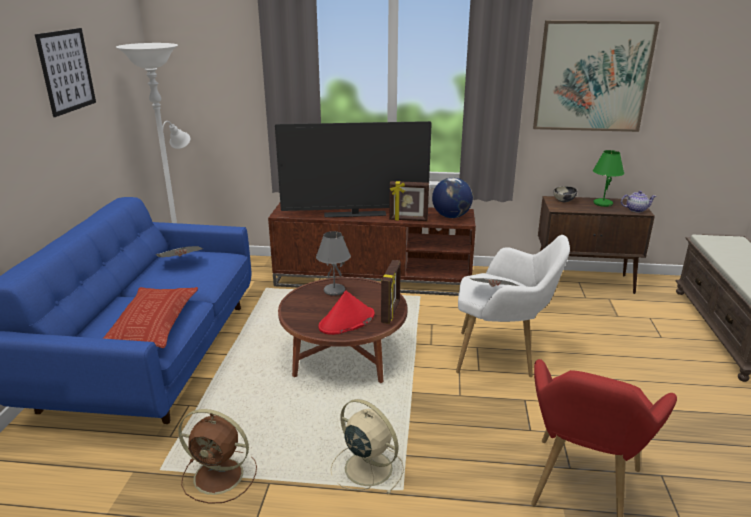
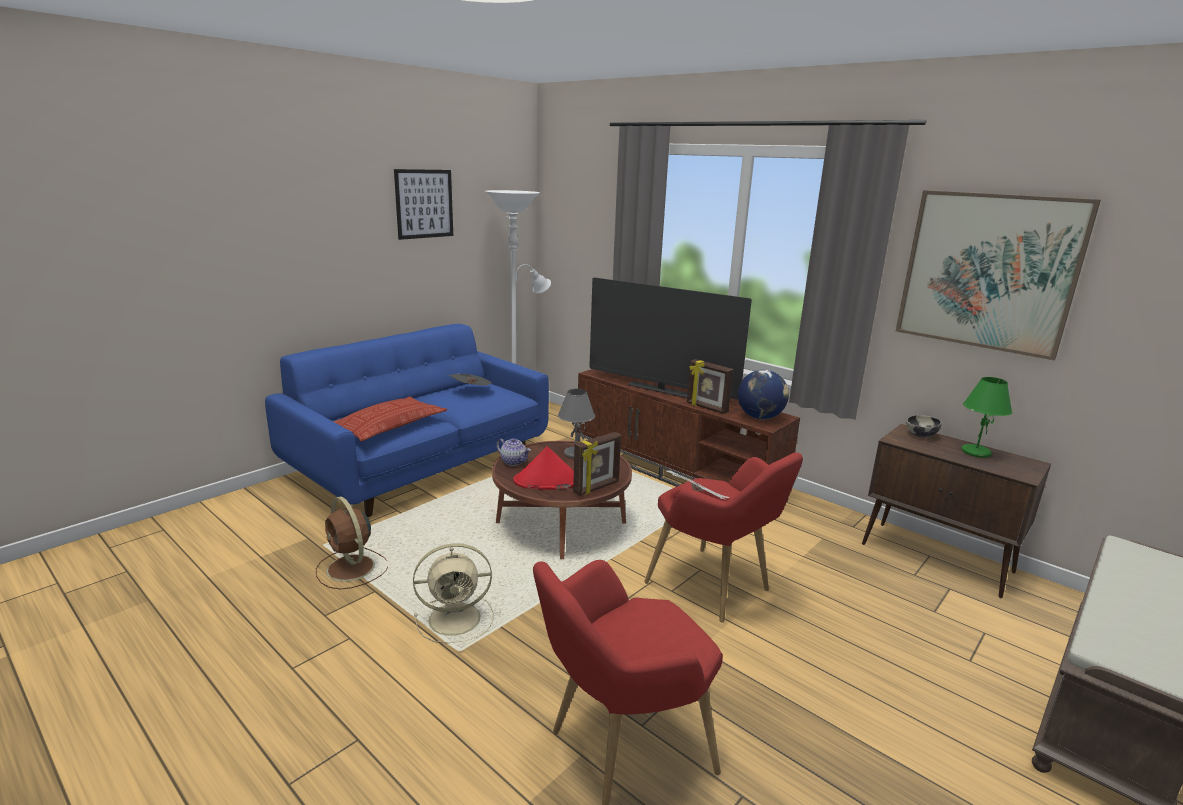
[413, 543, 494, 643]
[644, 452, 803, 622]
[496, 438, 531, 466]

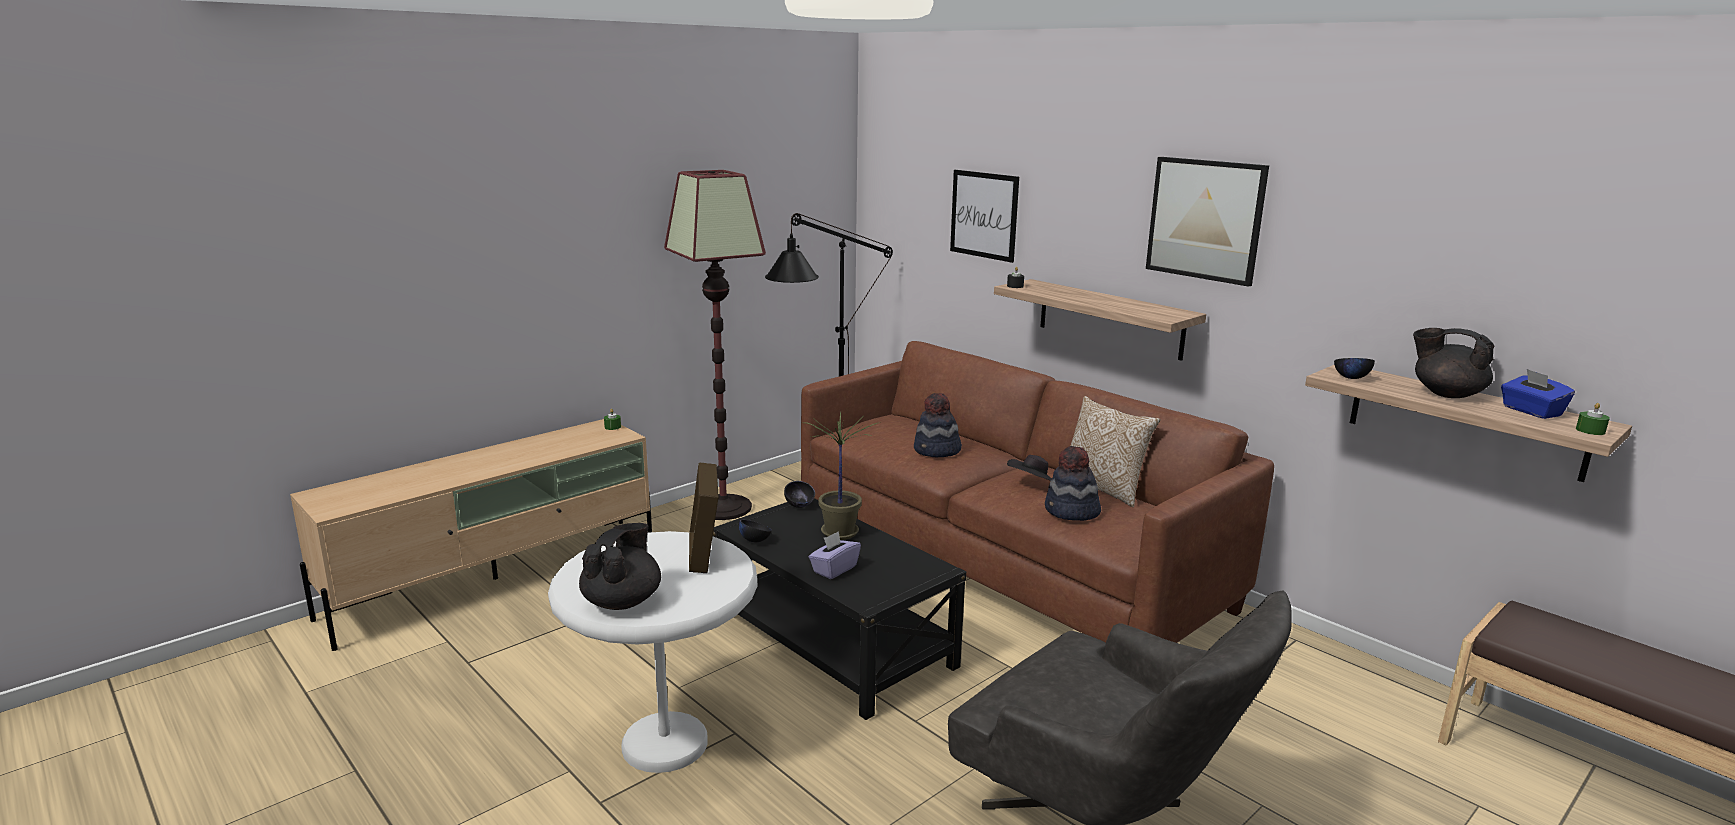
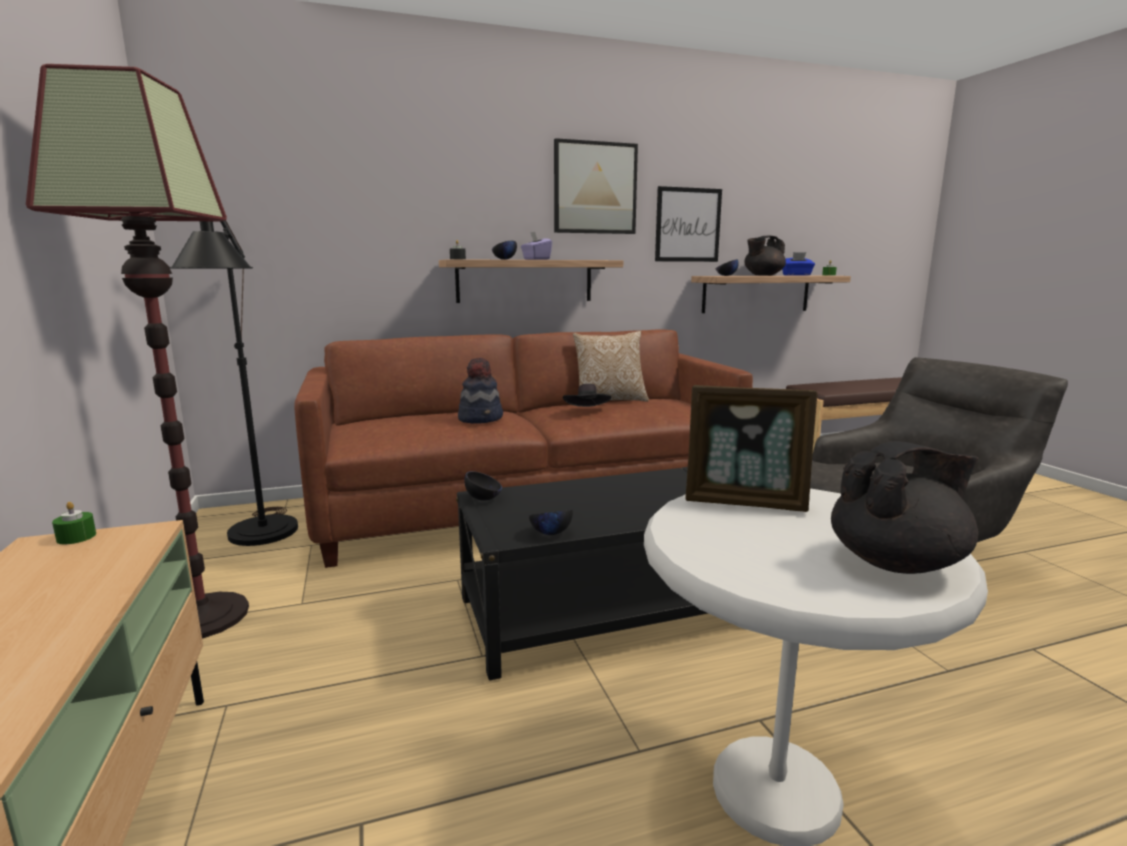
[831, 441, 978, 574]
[807, 412, 877, 540] (first image)
[521, 232, 552, 260]
[655, 186, 722, 262]
[1045, 446, 1101, 521] (first image)
[492, 241, 517, 260]

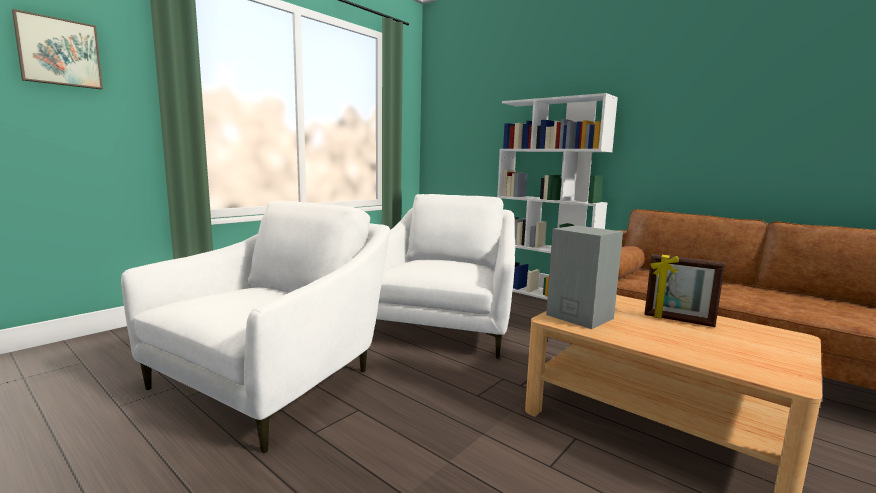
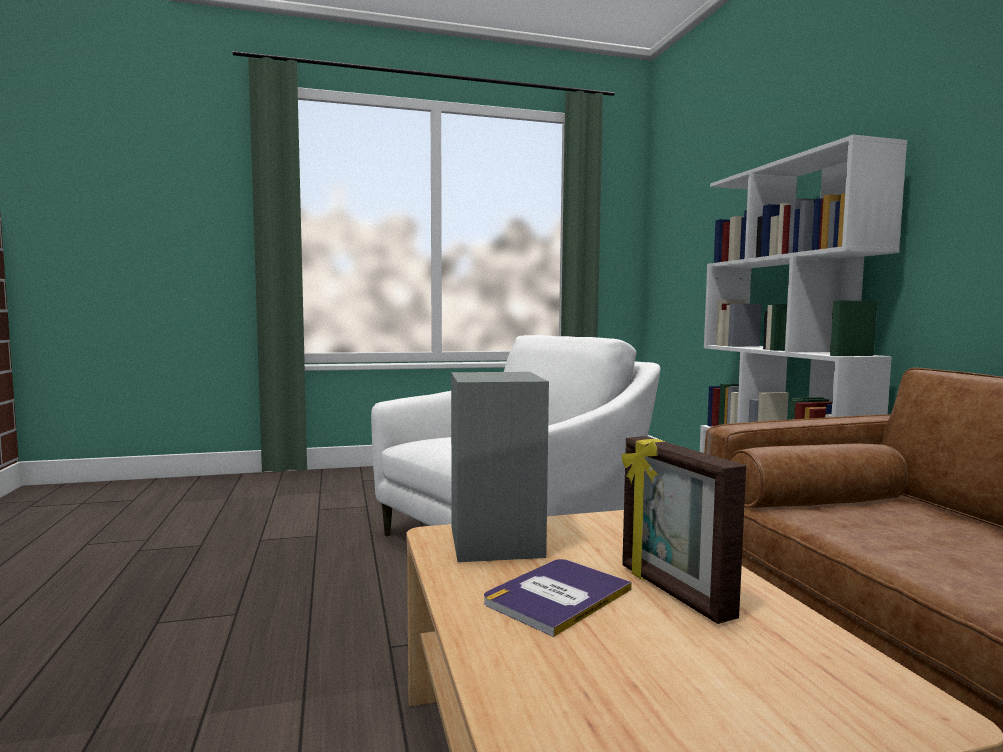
[12, 9, 103, 89] (first image)
[121, 201, 390, 453] (first image)
[484, 559, 632, 637]

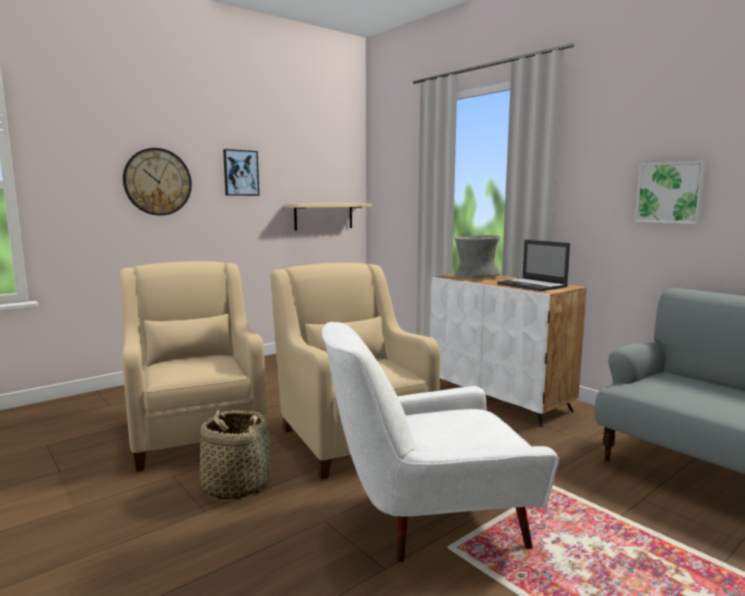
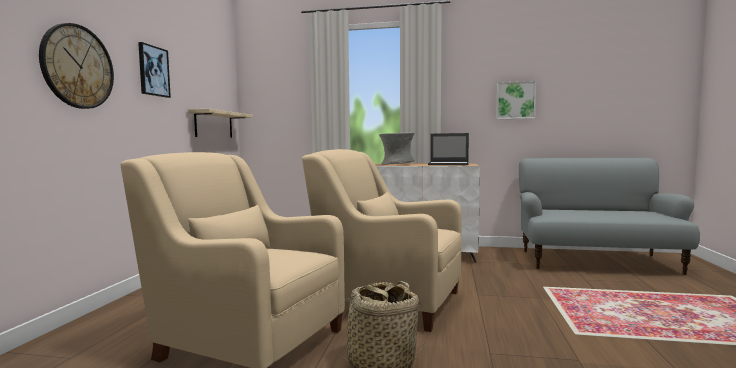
[322, 322, 559, 562] (first image)

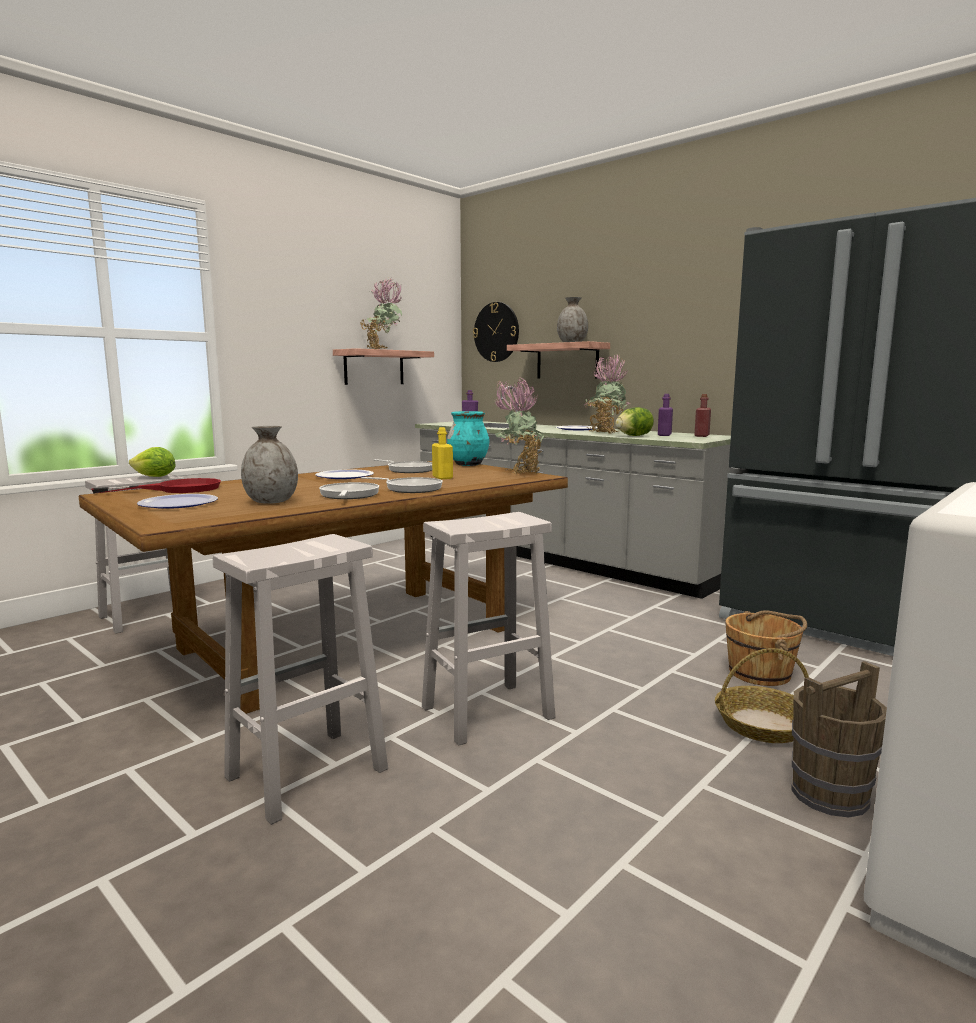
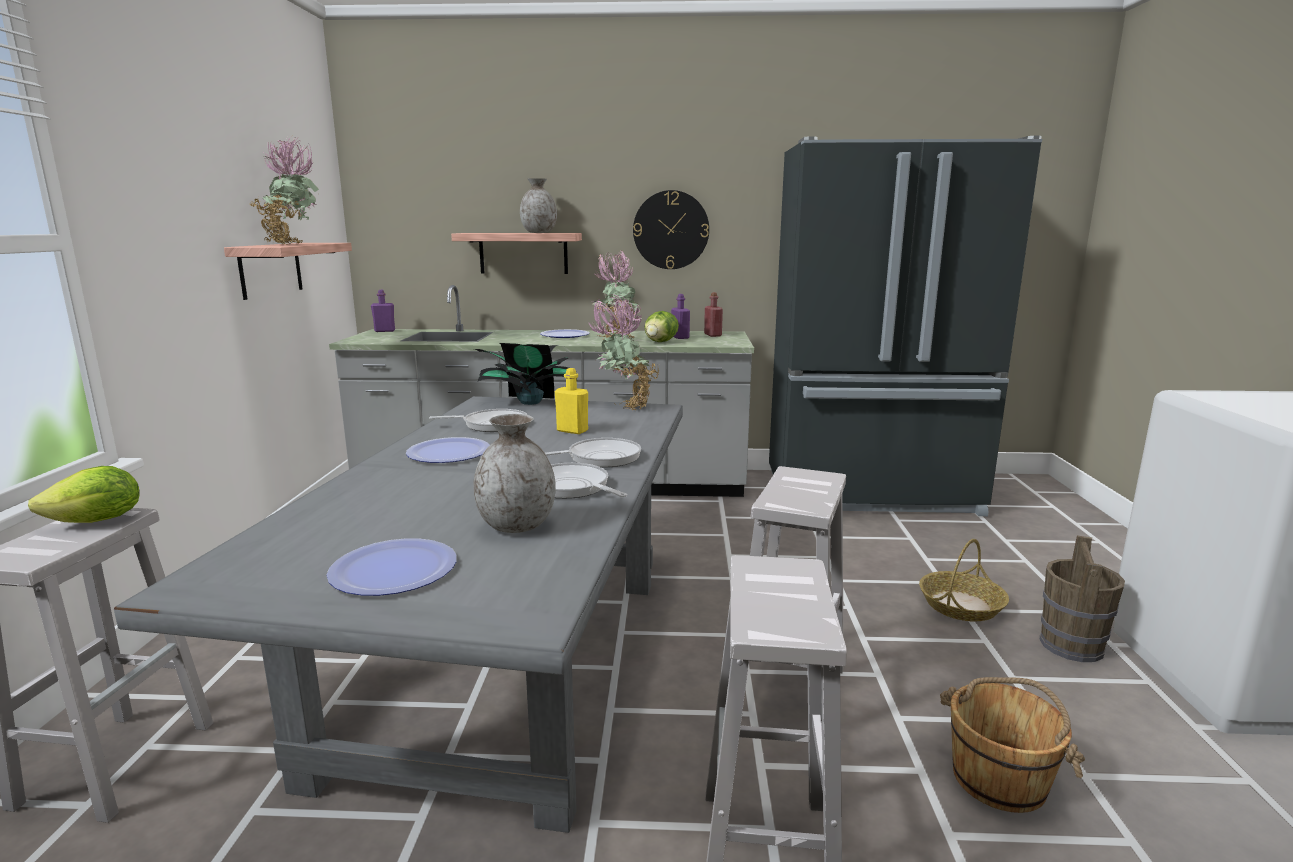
[114, 396, 683, 833]
[91, 478, 221, 493] (first image)
[474, 343, 577, 405]
[633, 190, 709, 269]
[940, 677, 1085, 813]

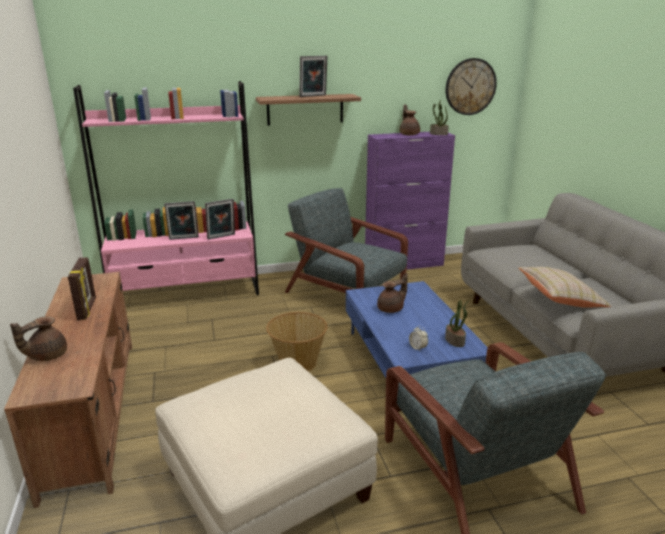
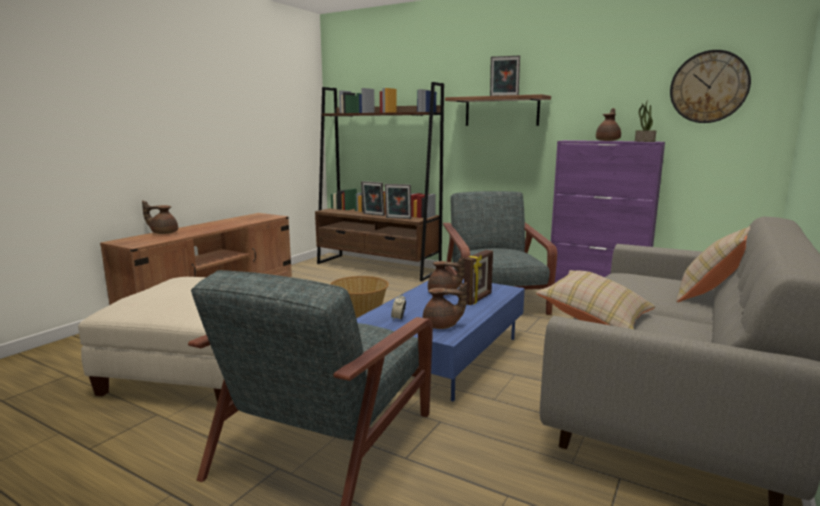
[464, 250, 493, 305]
[315, 82, 444, 281]
[423, 282, 467, 329]
[676, 226, 751, 302]

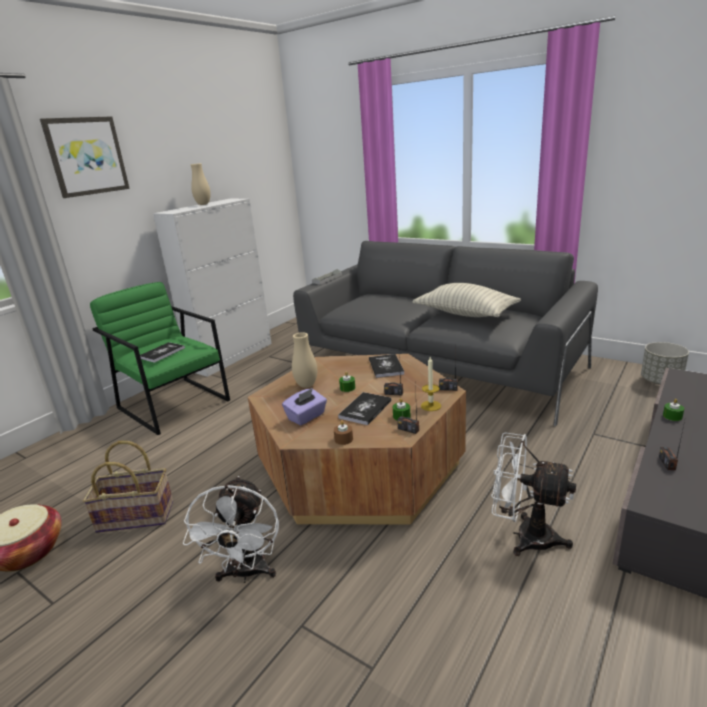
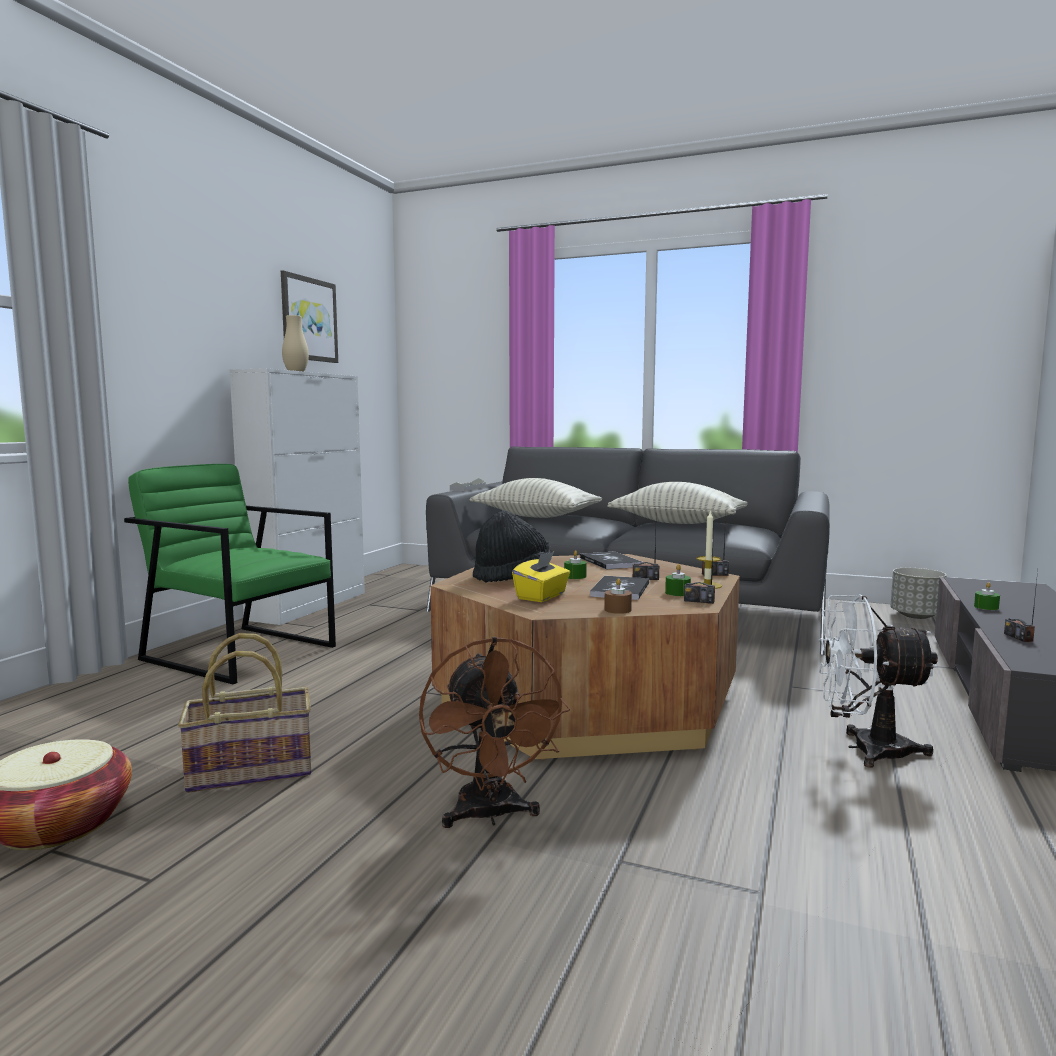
[281, 270, 338, 363]
[140, 342, 185, 363] (first image)
[419, 637, 570, 828]
[512, 552, 570, 602]
[473, 511, 552, 583]
[470, 478, 602, 518]

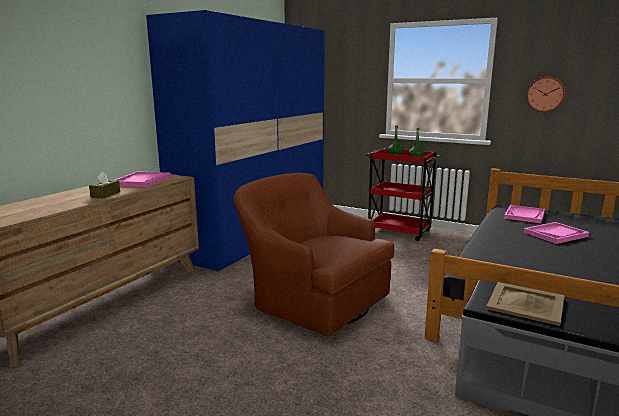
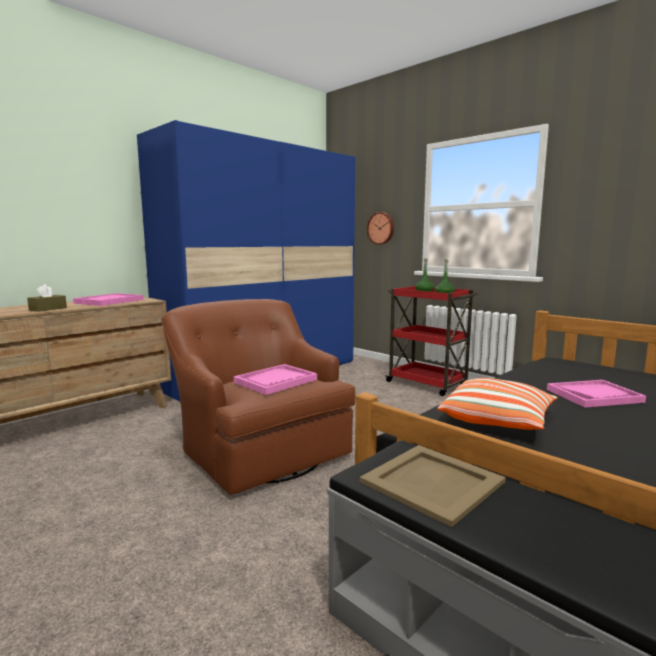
[234, 364, 317, 395]
[367, 212, 394, 245]
[437, 378, 558, 430]

